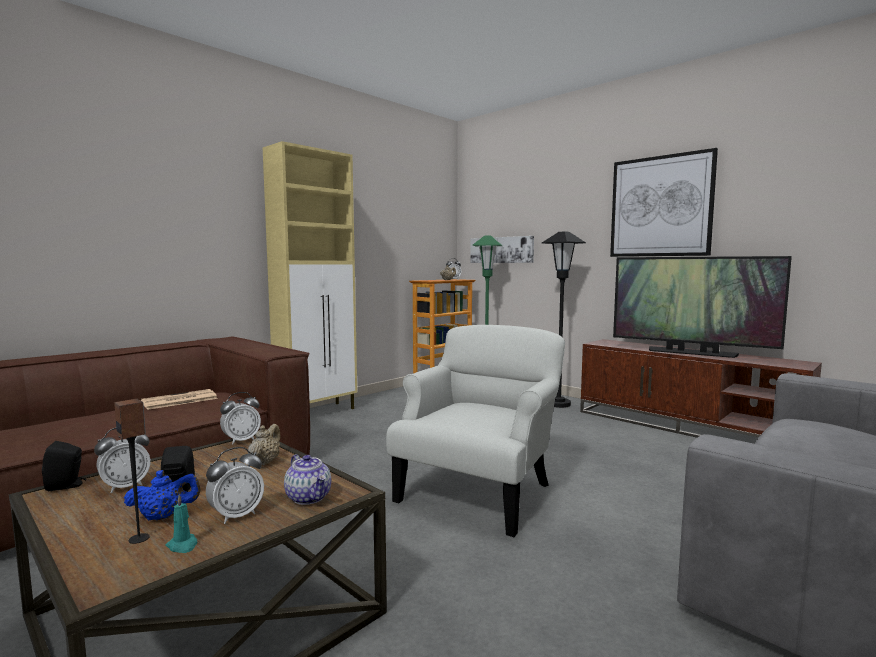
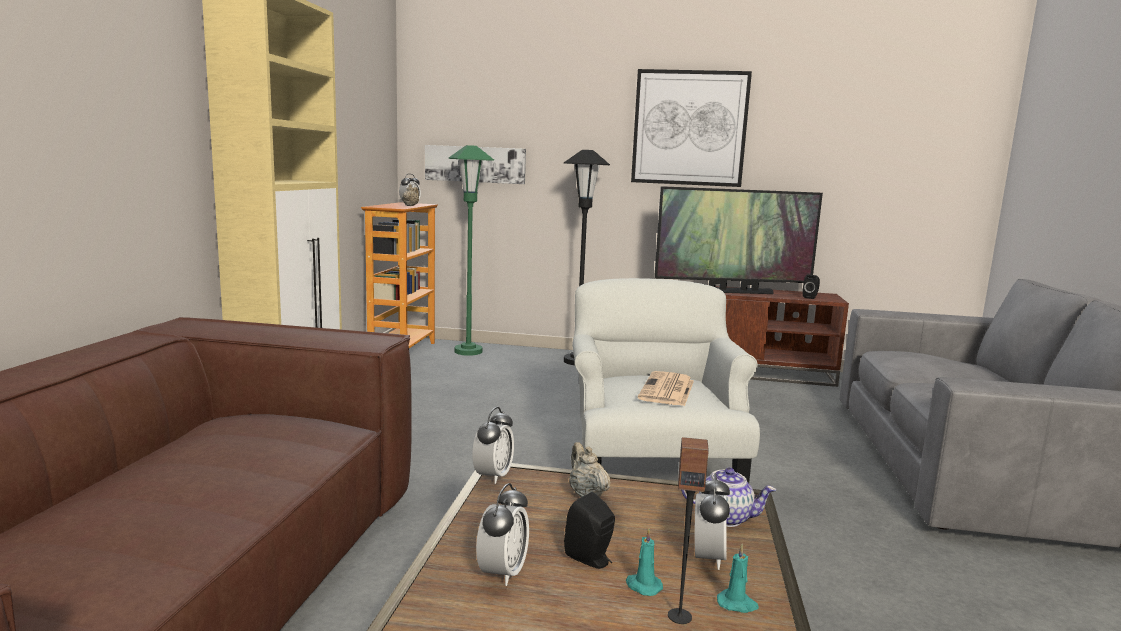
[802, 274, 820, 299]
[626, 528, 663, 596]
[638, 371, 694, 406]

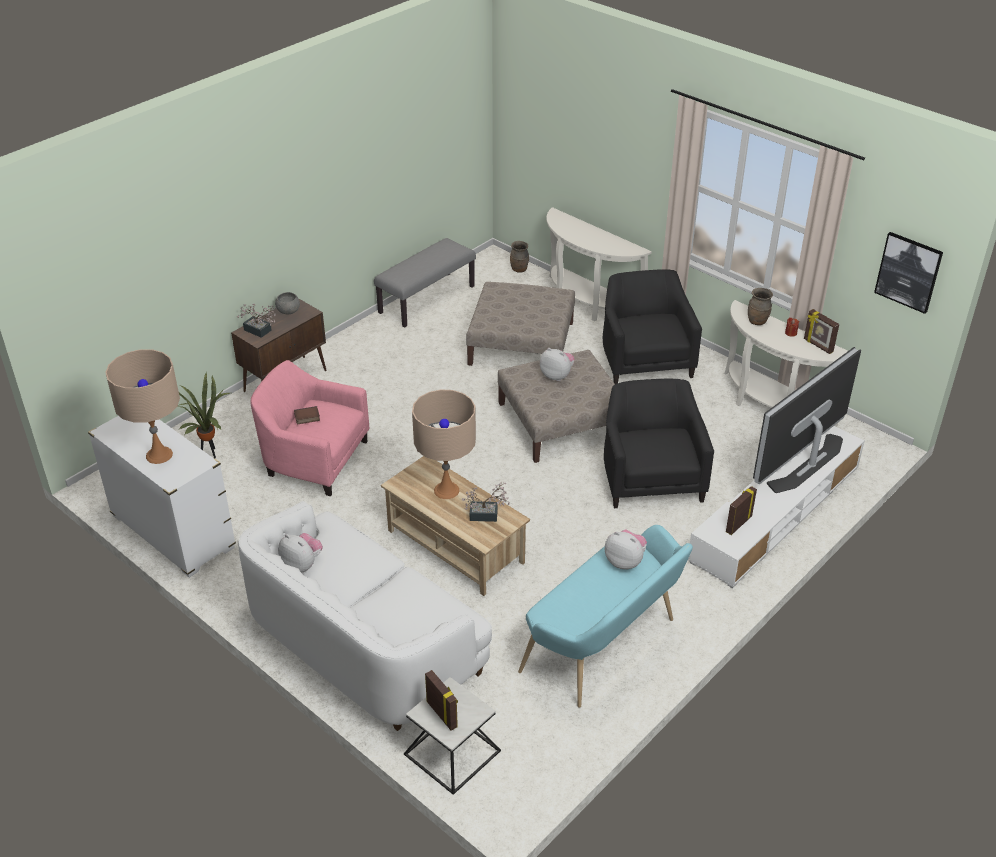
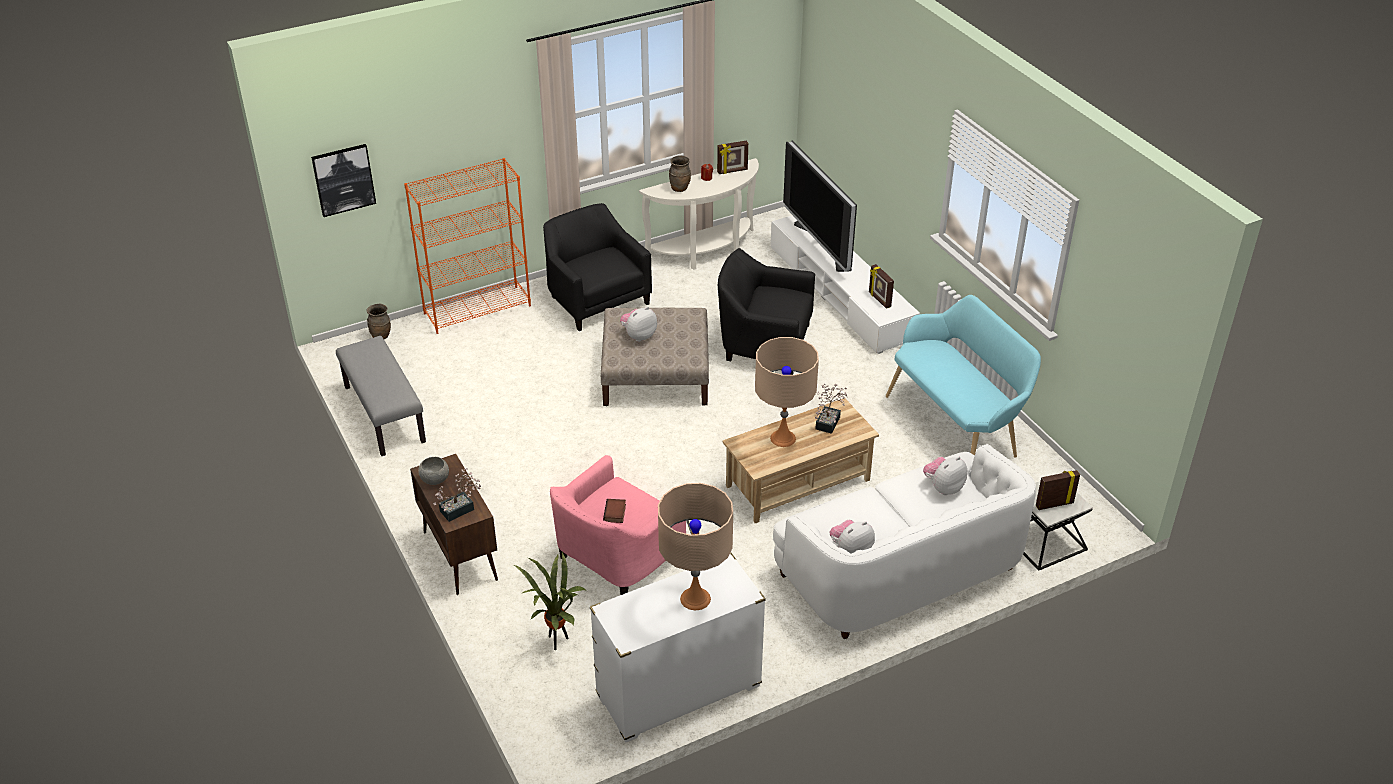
[466, 282, 575, 366] (first image)
[404, 158, 531, 334]
[543, 203, 652, 331]
[923, 457, 967, 495]
[311, 144, 376, 217]

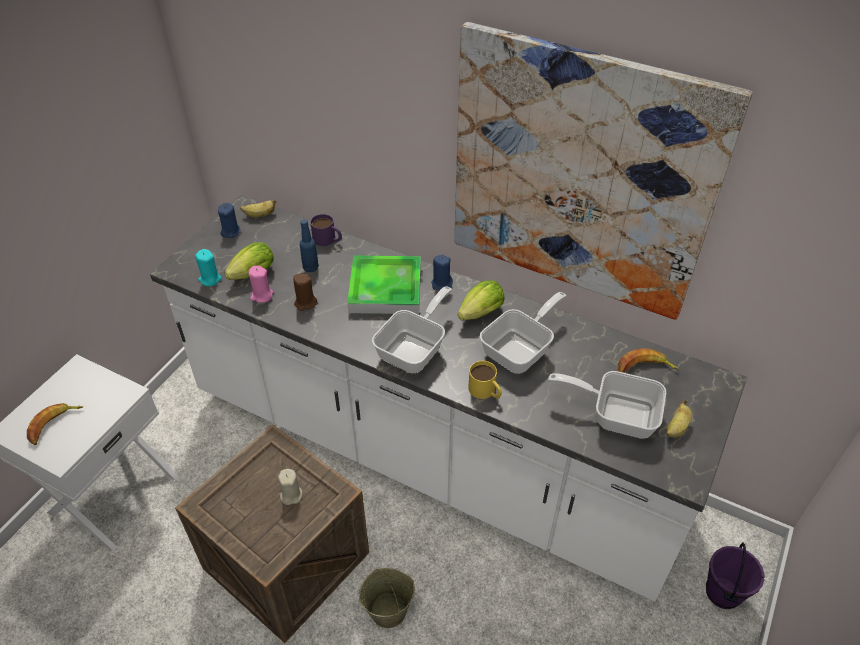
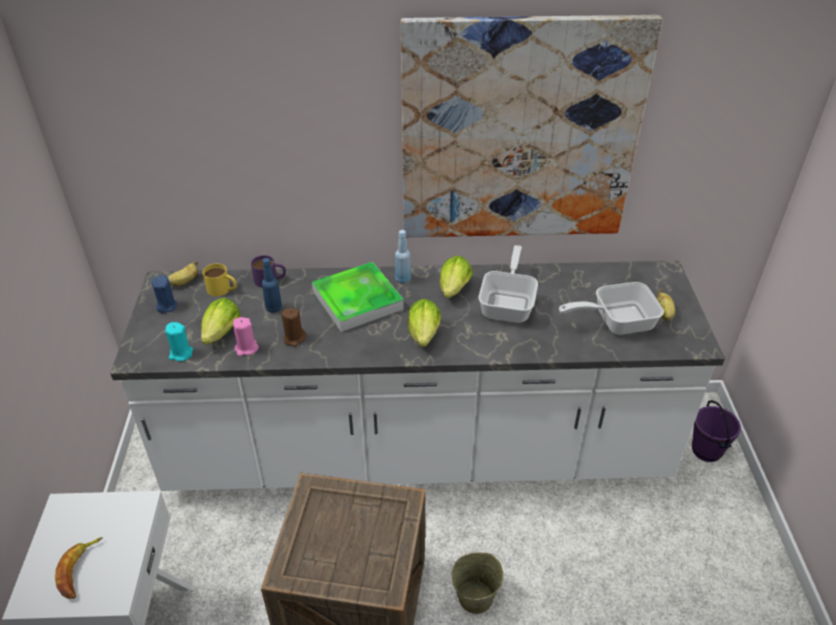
[278, 469, 302, 505] (first image)
[408, 299, 441, 347]
[395, 230, 411, 283]
[202, 264, 237, 296]
[617, 348, 679, 373] (first image)

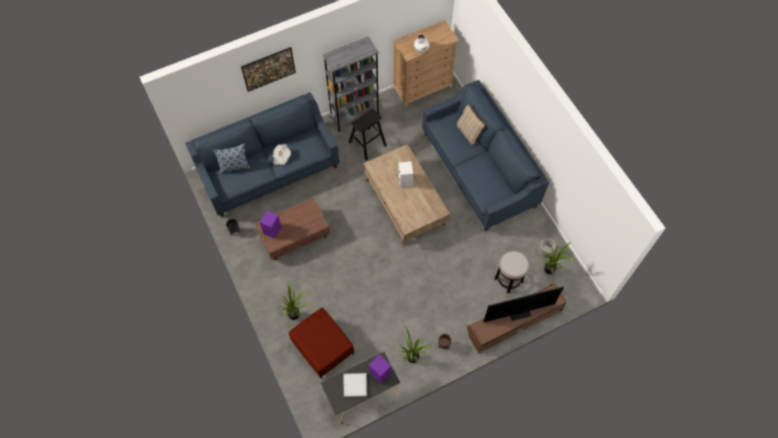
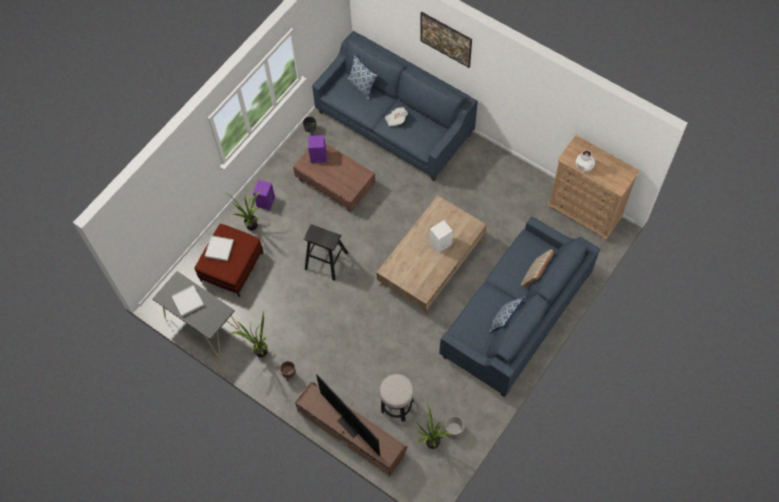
[322, 36, 379, 132] (first image)
[304, 224, 348, 281]
[253, 180, 275, 210]
[205, 235, 234, 261]
[489, 296, 524, 333]

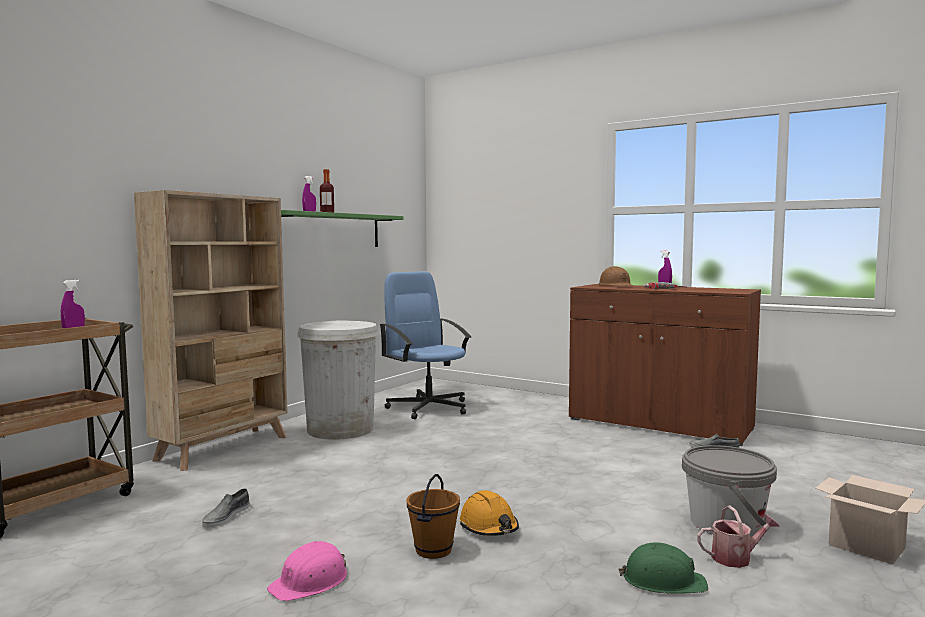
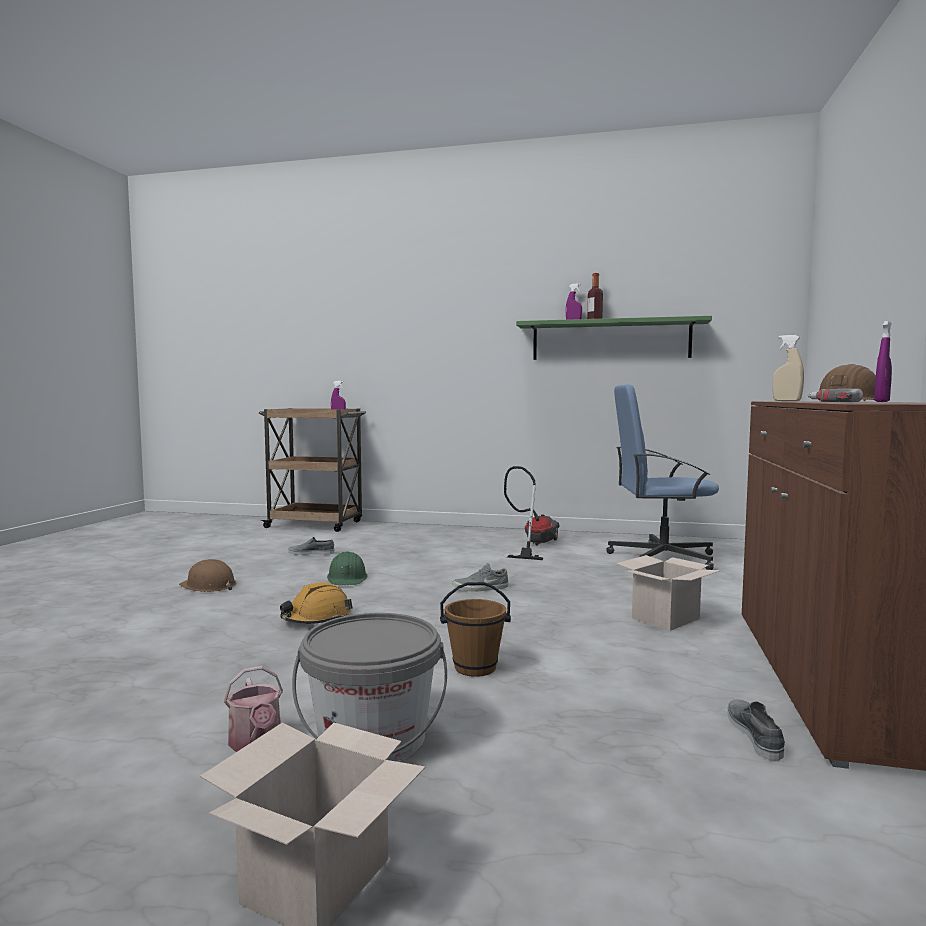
[134, 190, 288, 471] (first image)
[179, 559, 237, 592]
[504, 466, 560, 560]
[606, 384, 719, 570]
[440, 582, 511, 677]
[327, 552, 367, 585]
[452, 563, 509, 592]
[616, 555, 721, 631]
[773, 335, 804, 401]

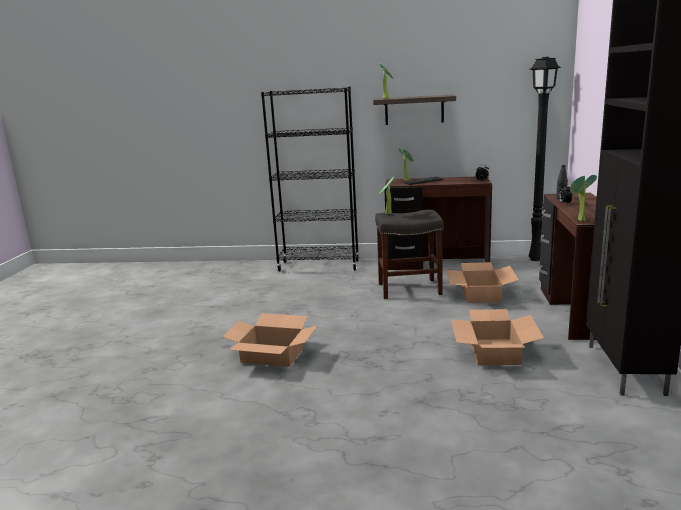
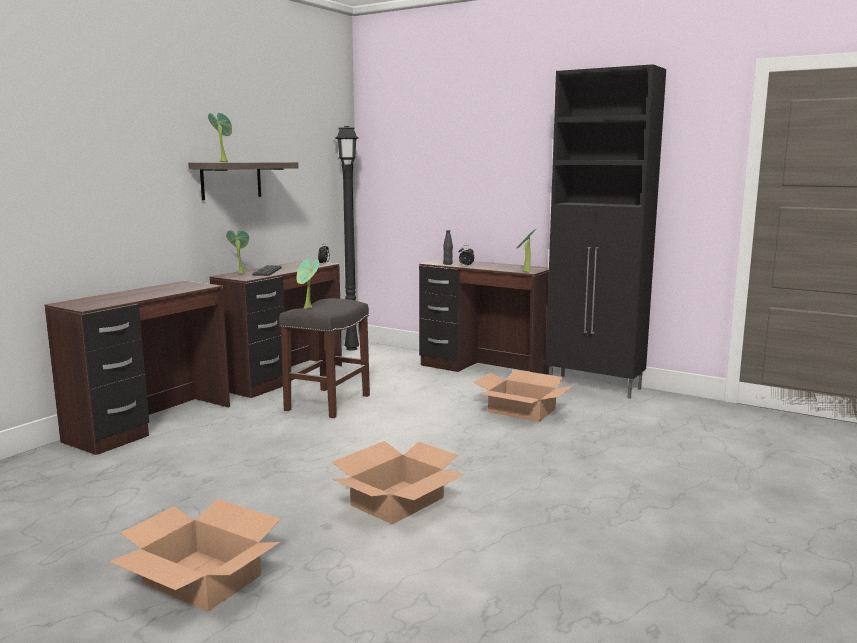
[44, 281, 230, 455]
[109, 499, 281, 612]

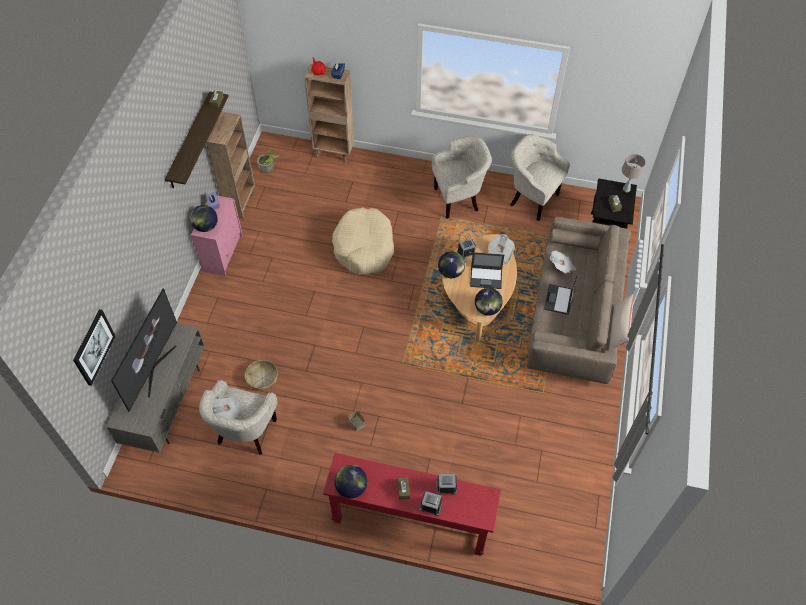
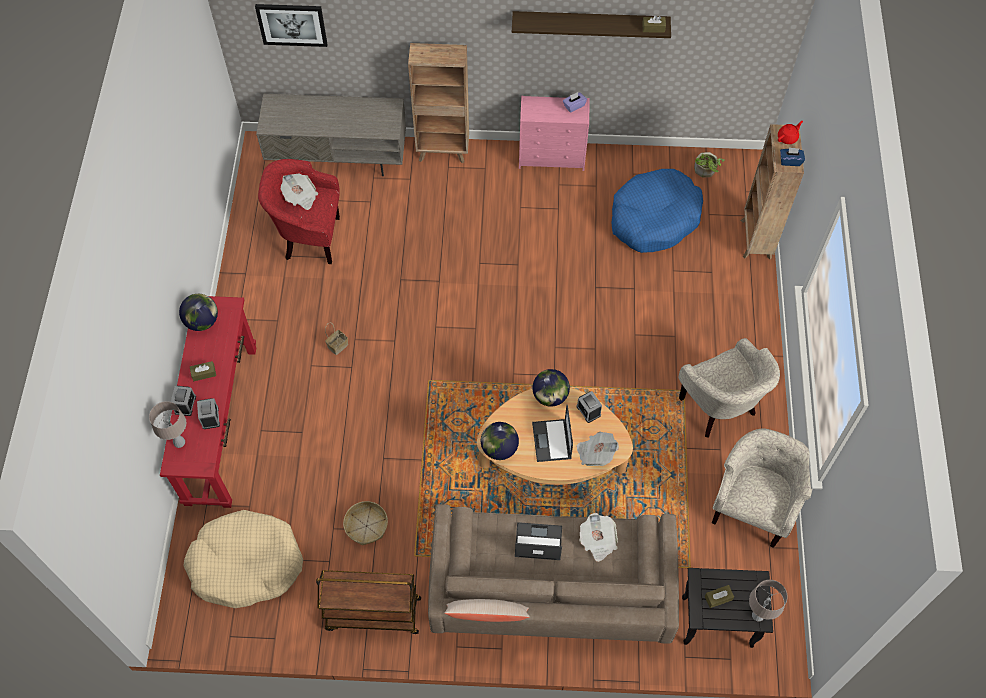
[111, 288, 177, 411] (first image)
[190, 205, 218, 232] (first image)
[258, 159, 340, 264]
[408, 43, 469, 163]
[343, 501, 388, 545]
[184, 510, 303, 608]
[149, 401, 187, 448]
[316, 570, 421, 634]
[611, 169, 703, 253]

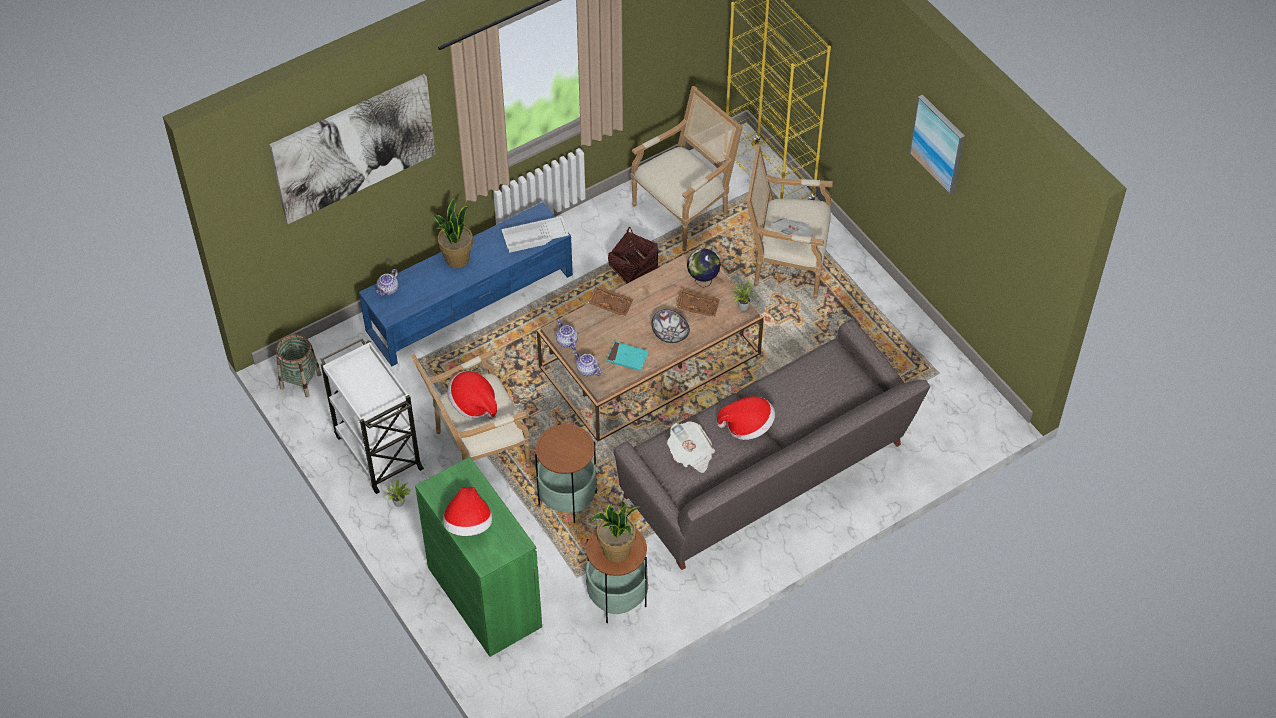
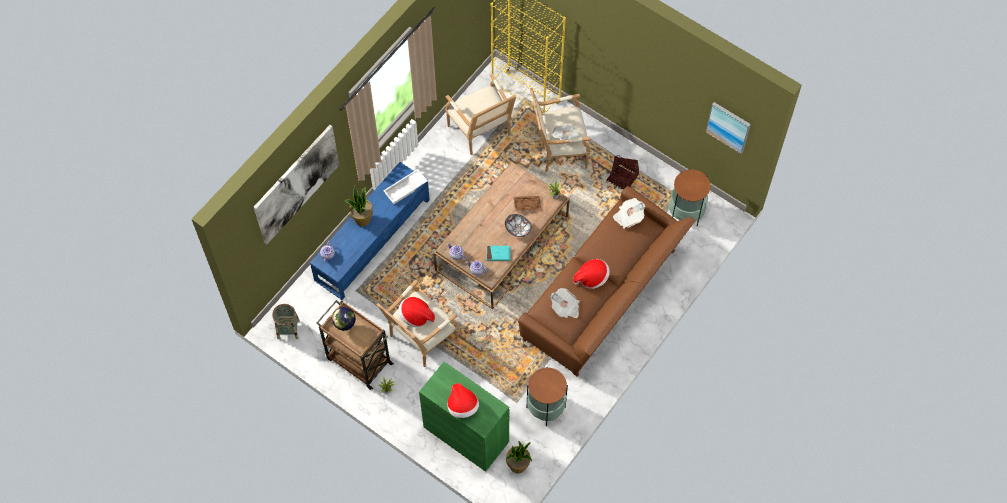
[317, 300, 394, 390]
[669, 169, 710, 226]
[588, 285, 633, 317] (first image)
[506, 441, 532, 473]
[607, 155, 639, 190]
[518, 186, 696, 376]
[445, 73, 516, 155]
[332, 307, 356, 331]
[706, 102, 751, 154]
[613, 198, 645, 229]

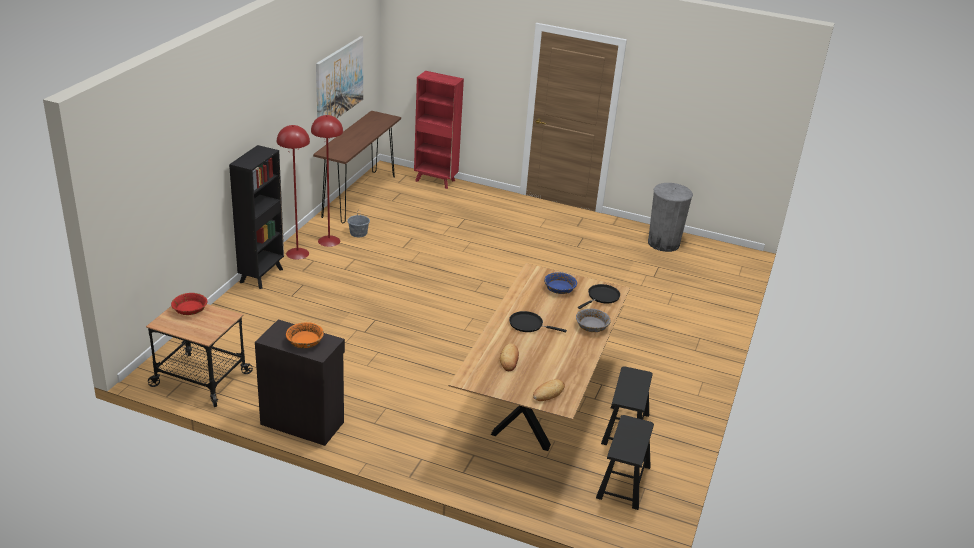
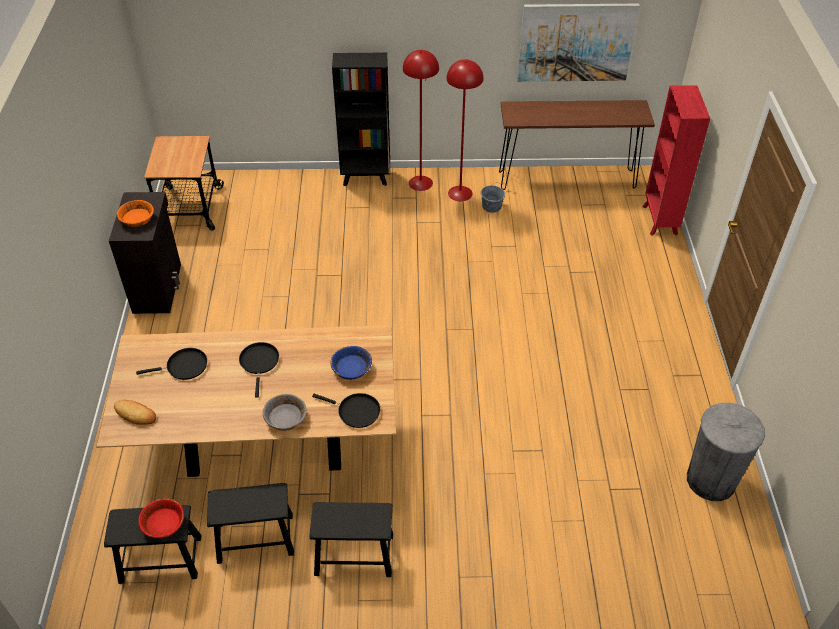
[138, 498, 184, 538]
[136, 348, 207, 380]
[309, 502, 393, 577]

